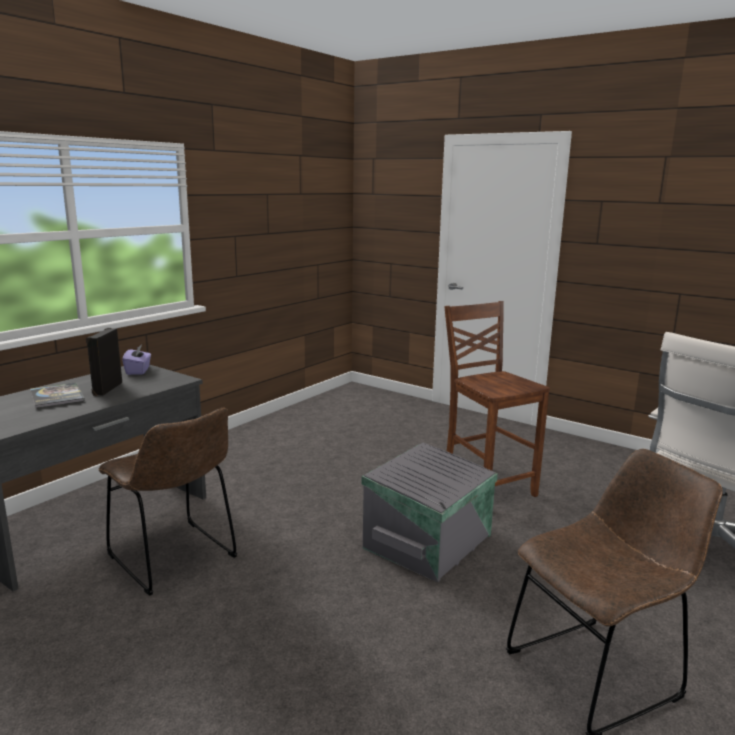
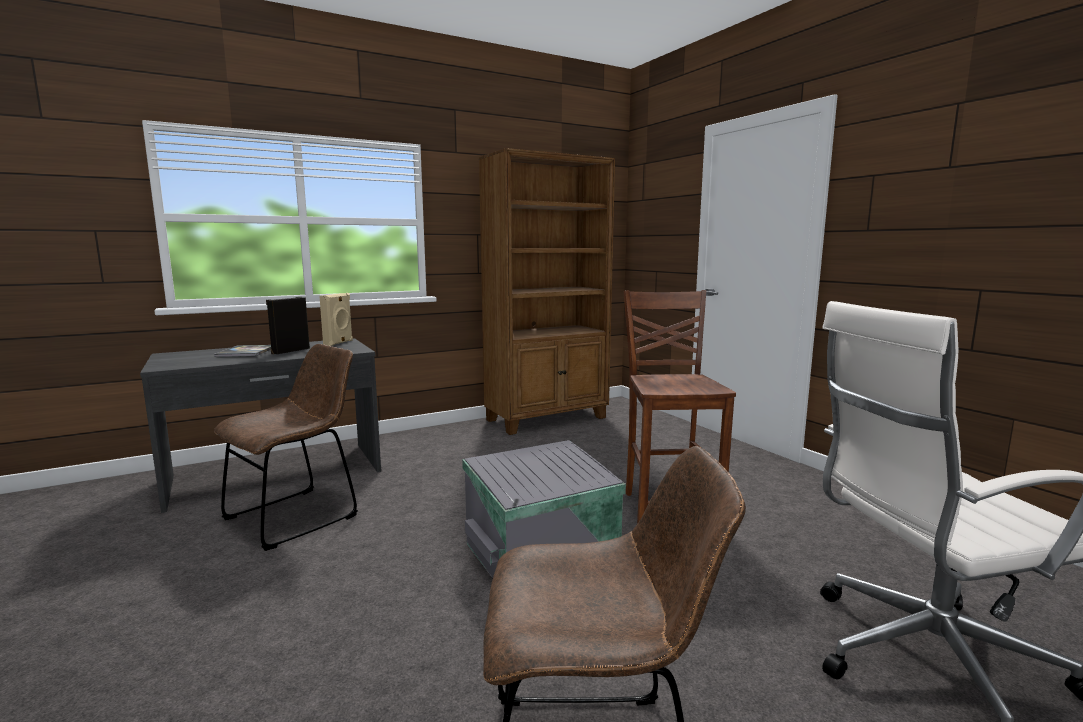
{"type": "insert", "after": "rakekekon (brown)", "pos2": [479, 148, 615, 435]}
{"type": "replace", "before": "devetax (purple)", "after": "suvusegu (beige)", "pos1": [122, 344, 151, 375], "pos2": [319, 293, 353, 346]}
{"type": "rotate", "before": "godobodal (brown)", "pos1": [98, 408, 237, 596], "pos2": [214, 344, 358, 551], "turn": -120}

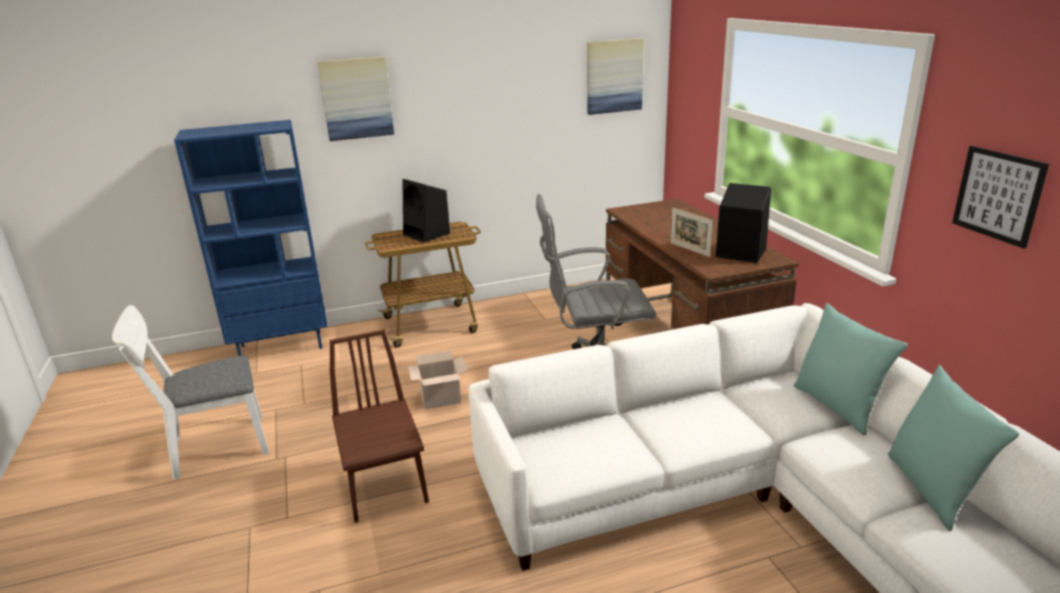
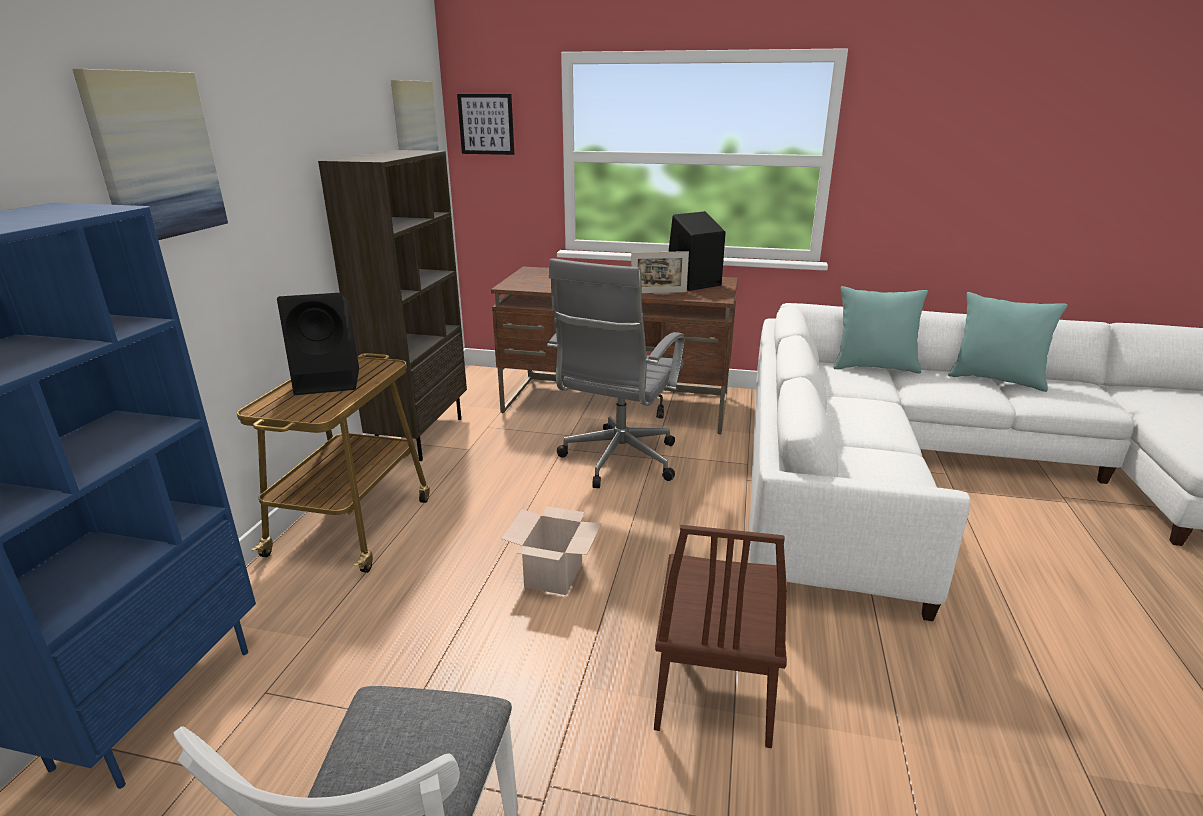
{"type": "insert", "after": "rakekekon (brown)", "pos2": [318, 150, 467, 461]}
{"type": "move", "before": "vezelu", "pos1": [952, 146, 1049, 249], "pos2": [457, 94, 514, 155]}
{"type": "rotate", "before": "godobodal (brown)", "pos1": [329, 330, 429, 523], "pos2": [654, 525, 787, 748], "turn": -90}

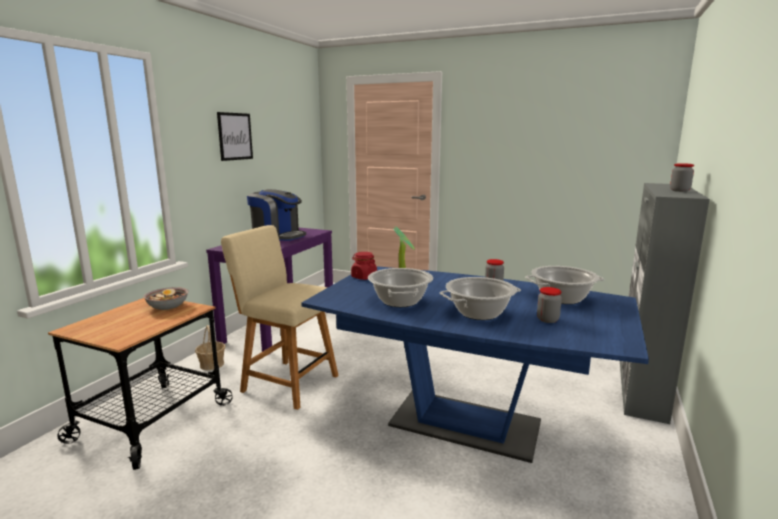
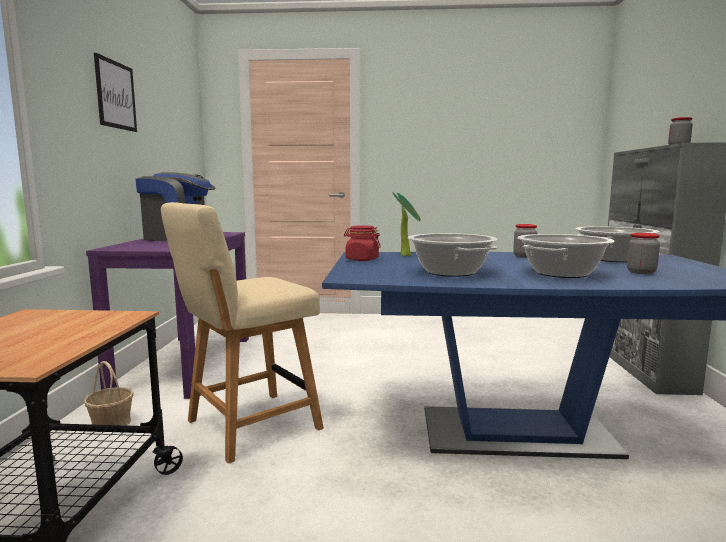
{"type": "delete", "before": "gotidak", "pos1": [143, 287, 188, 310]}
{"type": "rotate", "before": "godobodal (beige)", "pos1": [221, 225, 339, 410], "pos2": [161, 202, 324, 464], "turn": -45}

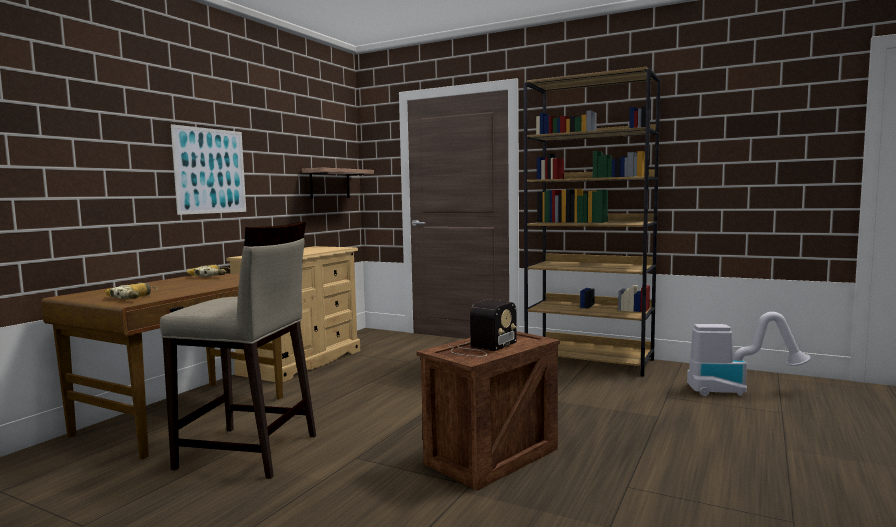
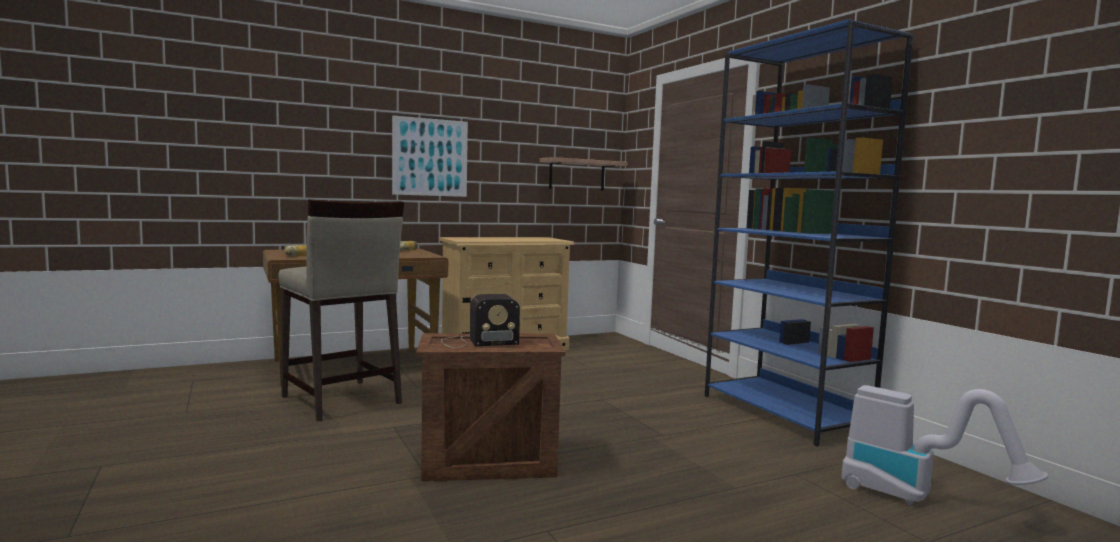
{"type": "recolor", "before": "rakekekon (brown)", "after": "rakekekon (blue)", "pos1": [523, 67, 660, 377], "pos2": [705, 19, 913, 446]}

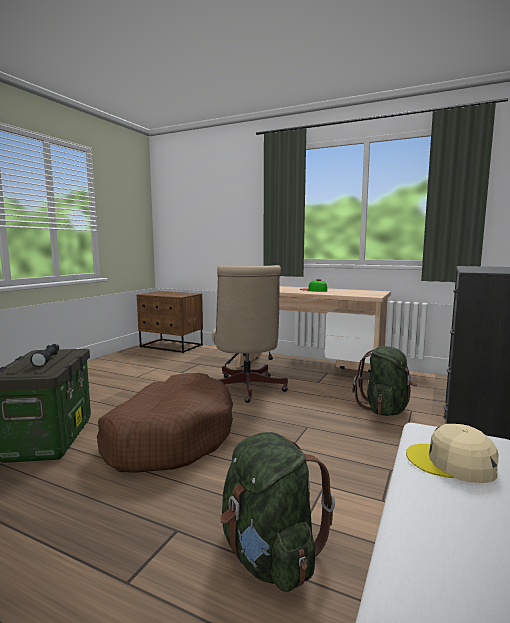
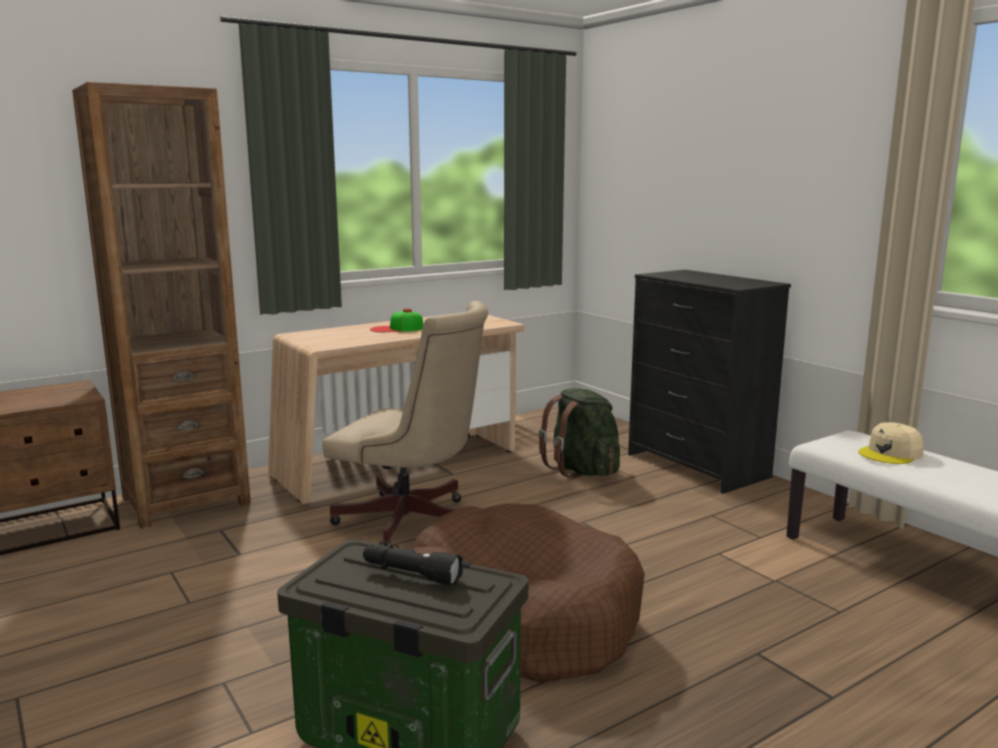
{"type": "delete", "before": "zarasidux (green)", "pos1": [220, 432, 335, 592]}
{"type": "insert", "after": "rakekekon (brown)", "pos2": [72, 82, 251, 529]}

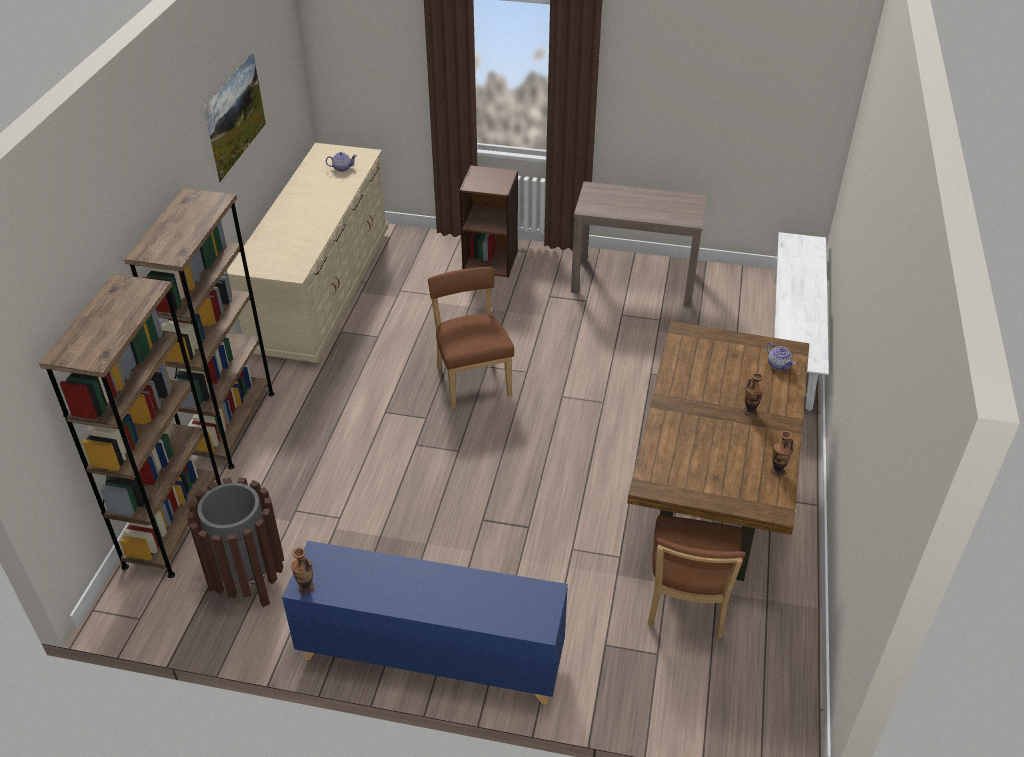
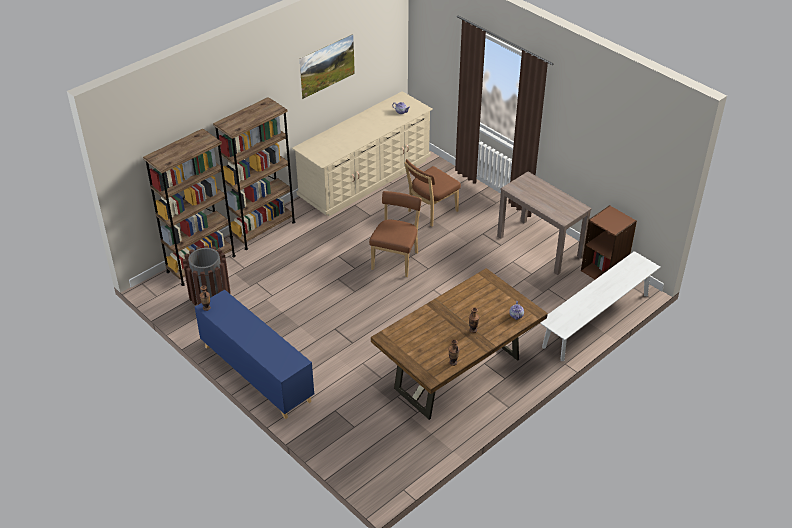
{"type": "move", "before": "rakekekon (brown)", "pos1": [459, 165, 518, 277], "pos2": [581, 205, 637, 279]}
{"type": "move", "before": "godobodal (brown)", "pos1": [647, 515, 746, 638], "pos2": [404, 159, 461, 227]}

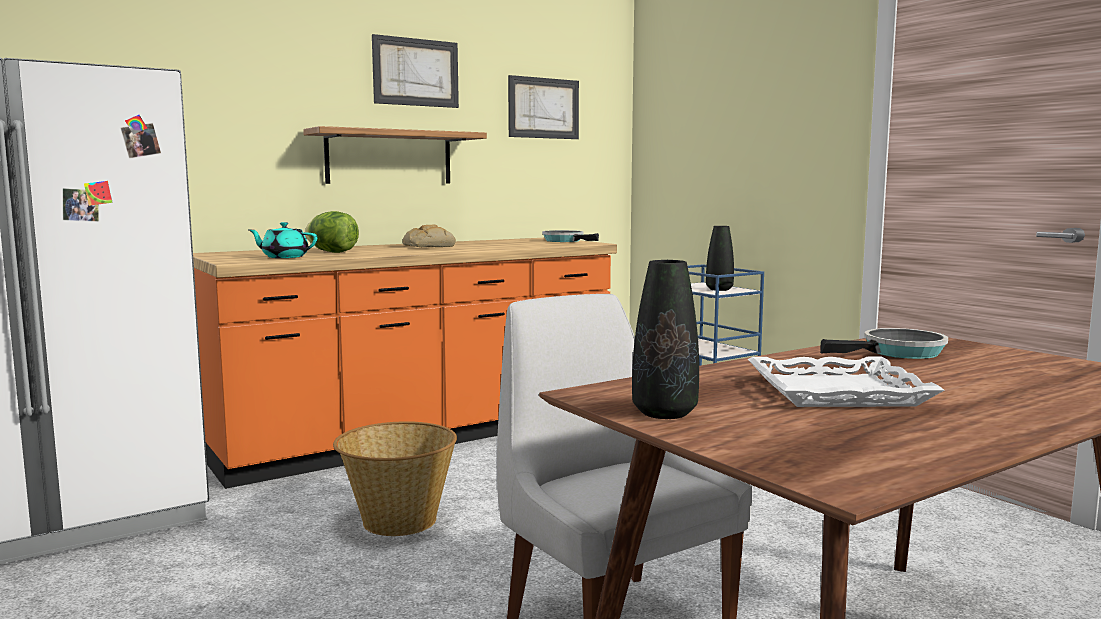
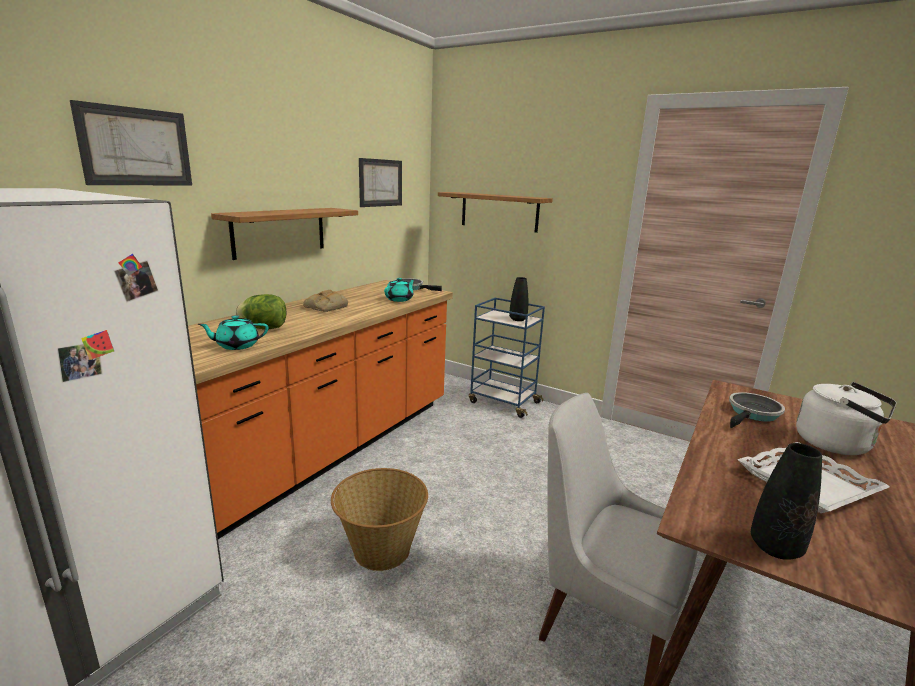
{"type": "insert", "after": "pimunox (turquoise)", "pos2": [384, 278, 415, 302]}
{"type": "insert", "after": "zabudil", "pos2": [438, 192, 553, 233]}
{"type": "insert", "after": "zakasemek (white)", "pos2": [796, 382, 897, 455]}
{"type": "move", "before": "vezelu", "pos1": [372, 34, 459, 108], "pos2": [70, 100, 192, 186]}

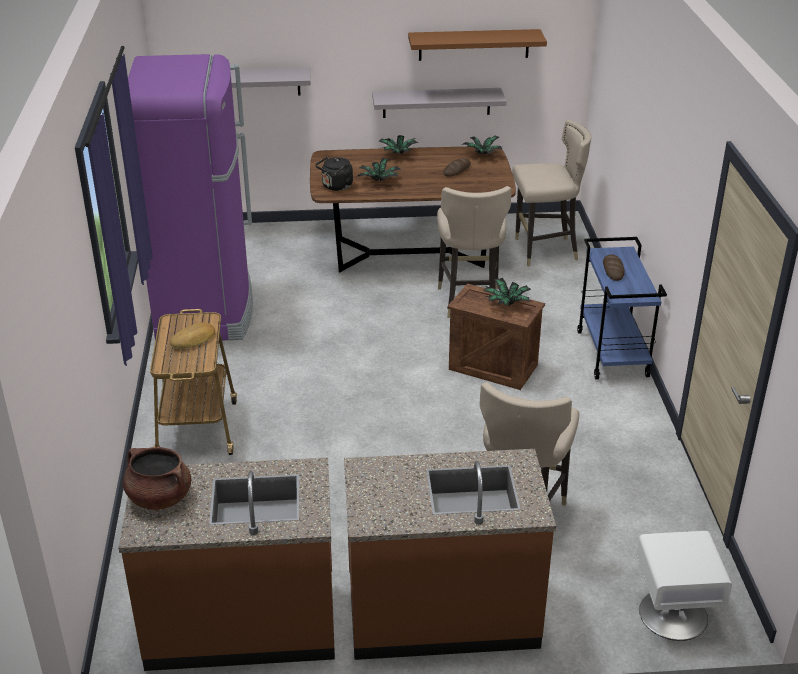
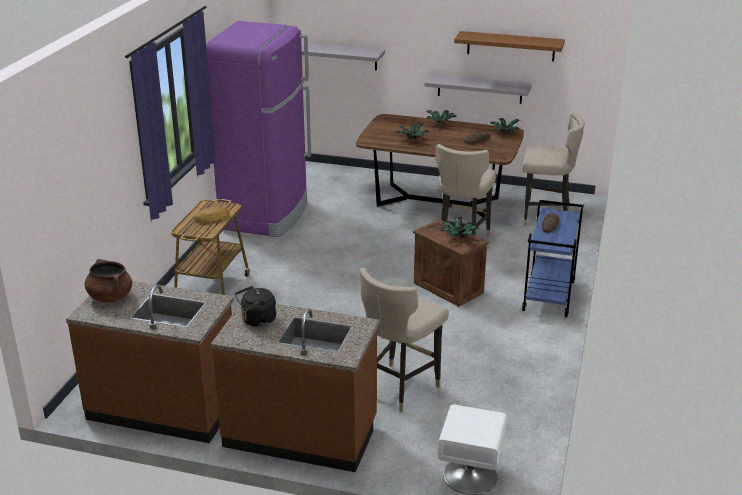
{"type": "move", "before": "zakasemek (black)", "pos1": [315, 156, 353, 191], "pos2": [235, 286, 276, 327]}

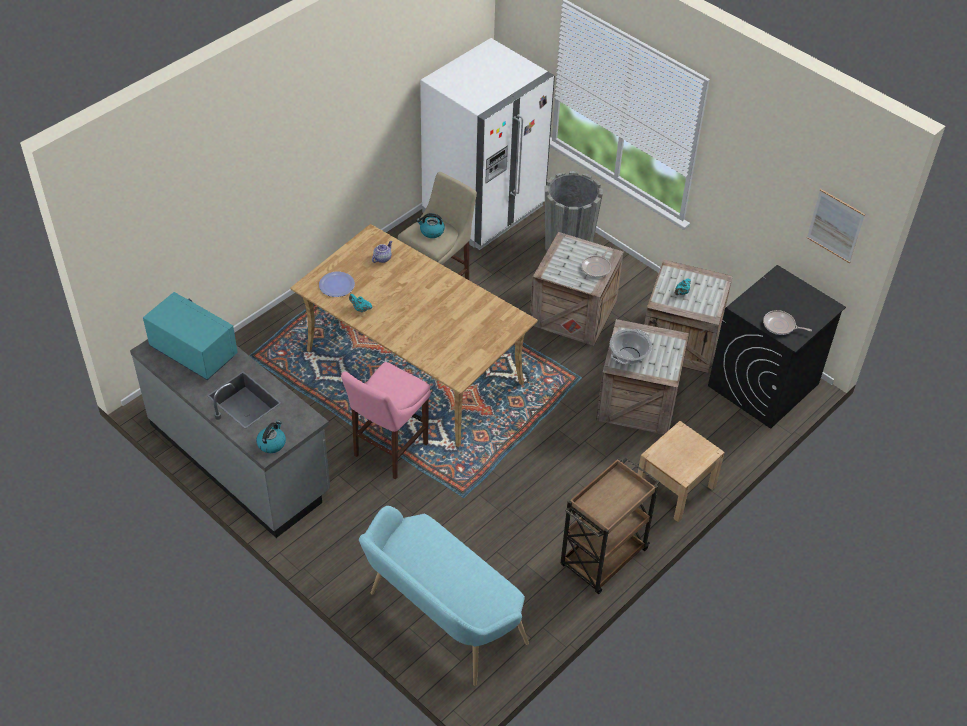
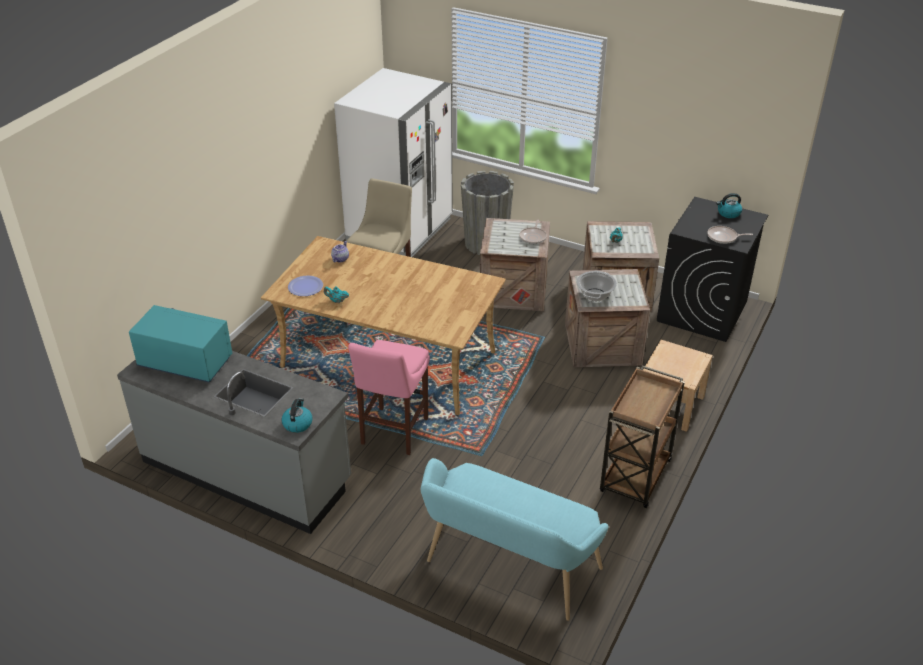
{"type": "delete", "before": "vezelu", "pos1": [807, 189, 865, 263]}
{"type": "move", "before": "zakasemek", "pos1": [416, 213, 445, 238], "pos2": [716, 193, 742, 218]}

